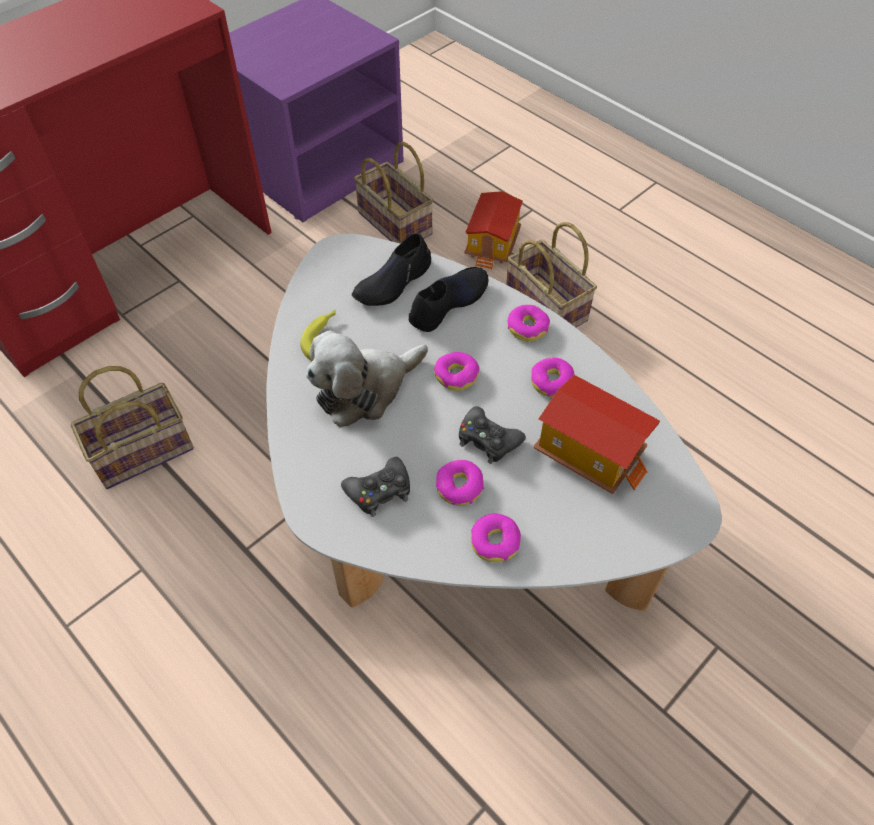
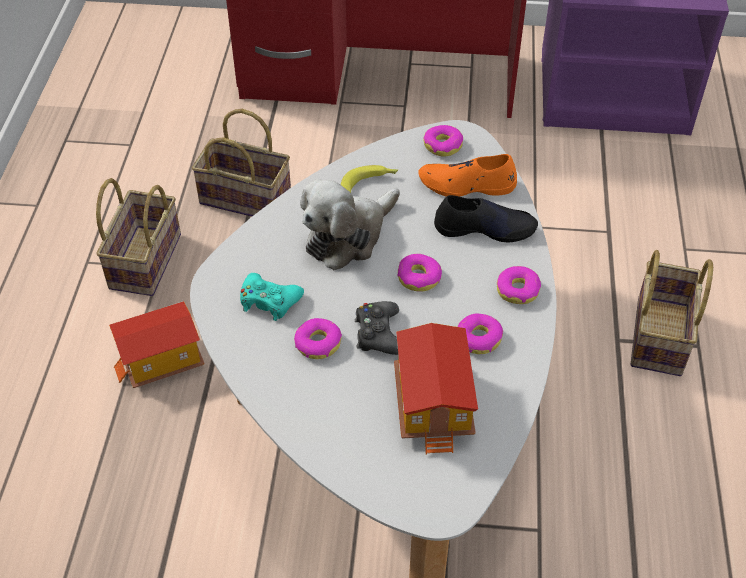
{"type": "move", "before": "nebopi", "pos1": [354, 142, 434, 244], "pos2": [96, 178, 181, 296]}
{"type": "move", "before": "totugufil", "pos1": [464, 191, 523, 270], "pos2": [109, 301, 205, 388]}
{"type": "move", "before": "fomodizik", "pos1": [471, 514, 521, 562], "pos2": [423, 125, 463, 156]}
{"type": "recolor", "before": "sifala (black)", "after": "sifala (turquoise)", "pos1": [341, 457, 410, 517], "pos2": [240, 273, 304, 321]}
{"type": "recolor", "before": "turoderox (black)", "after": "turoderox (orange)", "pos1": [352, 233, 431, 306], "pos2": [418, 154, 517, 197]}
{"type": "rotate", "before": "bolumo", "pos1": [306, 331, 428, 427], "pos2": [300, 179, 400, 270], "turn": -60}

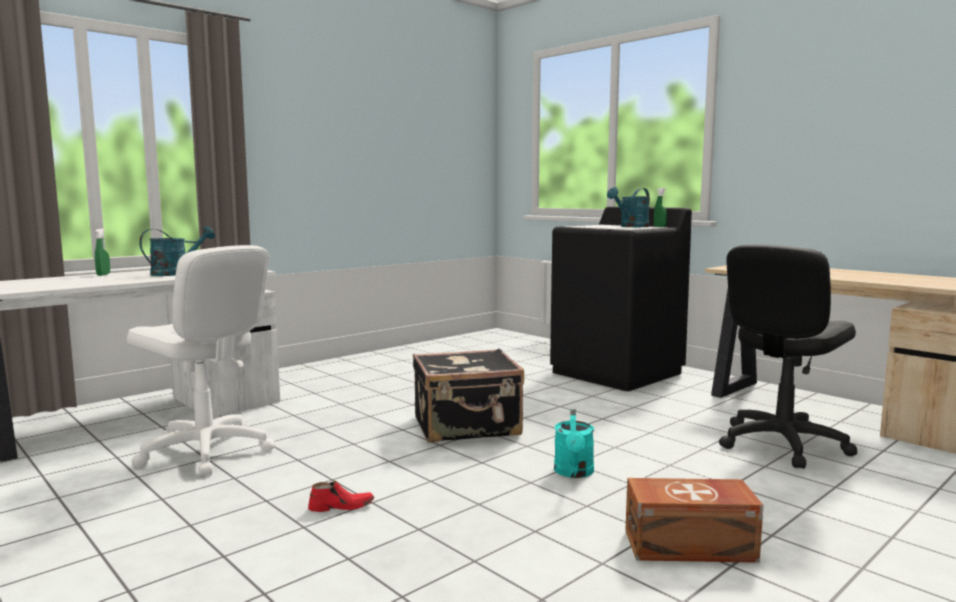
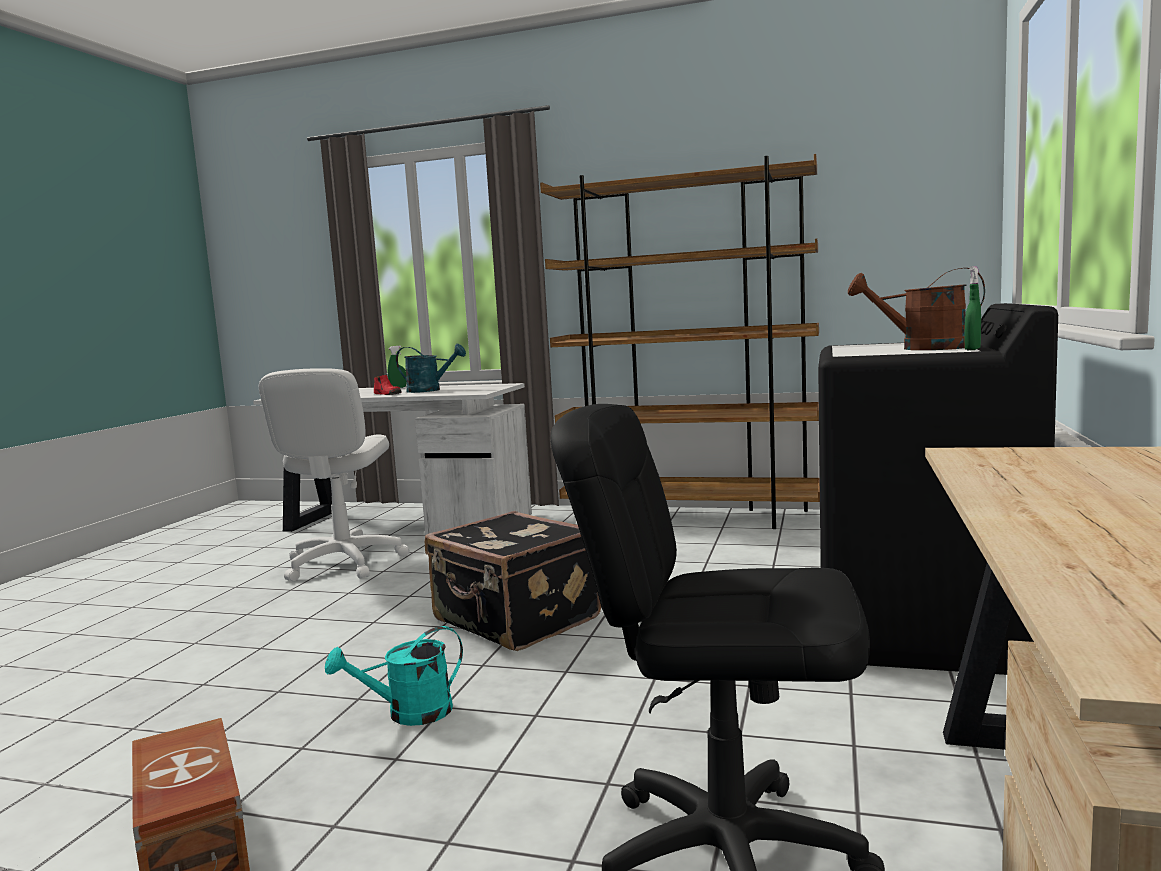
{"type": "insert", "after": "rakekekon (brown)", "pos2": [540, 154, 820, 529]}
{"type": "move", "before": "turoderox (red)", "pos1": [308, 481, 374, 512], "pos2": [374, 375, 402, 395]}
{"type": "recolor", "before": "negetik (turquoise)", "after": "negetik (brown)", "pos1": [607, 187, 650, 227], "pos2": [848, 268, 985, 350]}

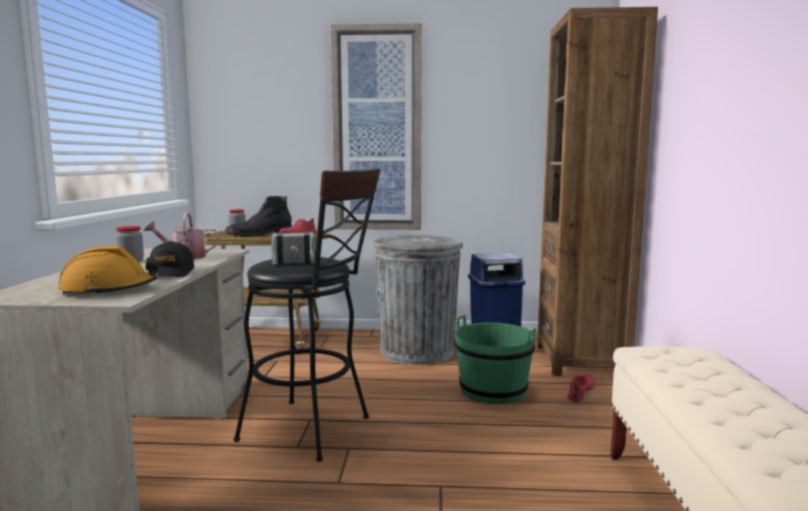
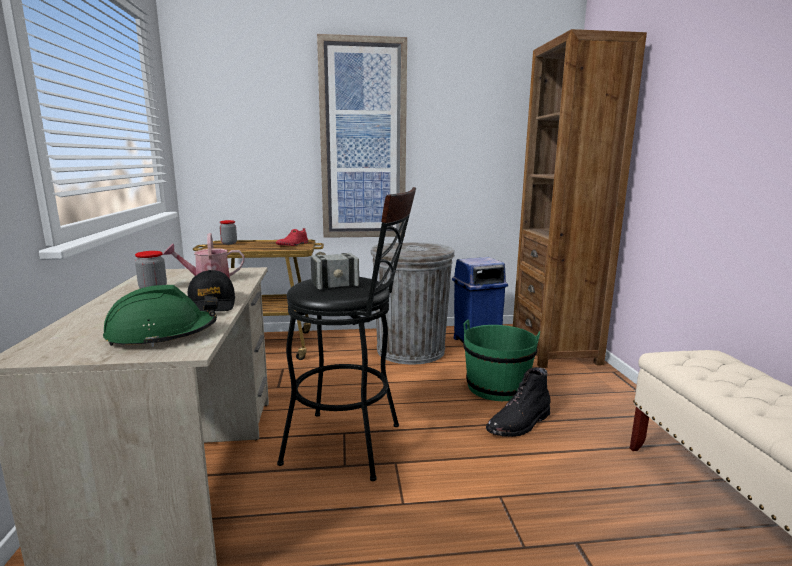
{"type": "delete", "before": "turoderox (red)", "pos1": [567, 374, 595, 402]}
{"type": "move", "before": "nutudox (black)", "pos1": [225, 196, 292, 237], "pos2": [486, 367, 550, 437]}
{"type": "recolor", "before": "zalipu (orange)", "after": "zalipu (green)", "pos1": [58, 246, 160, 296], "pos2": [103, 285, 218, 347]}

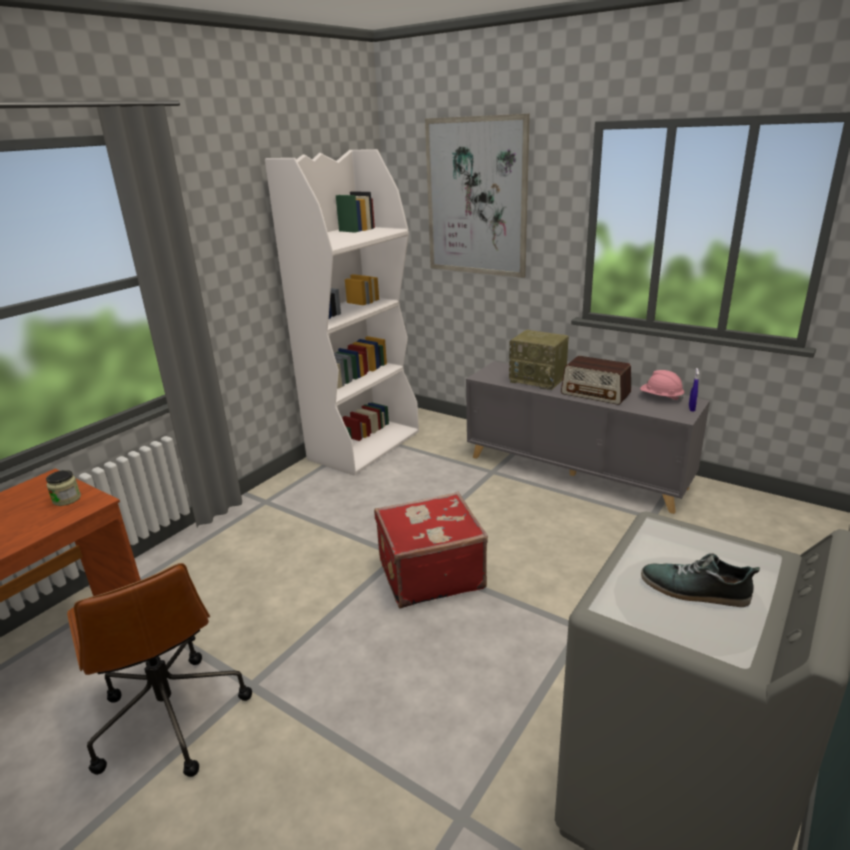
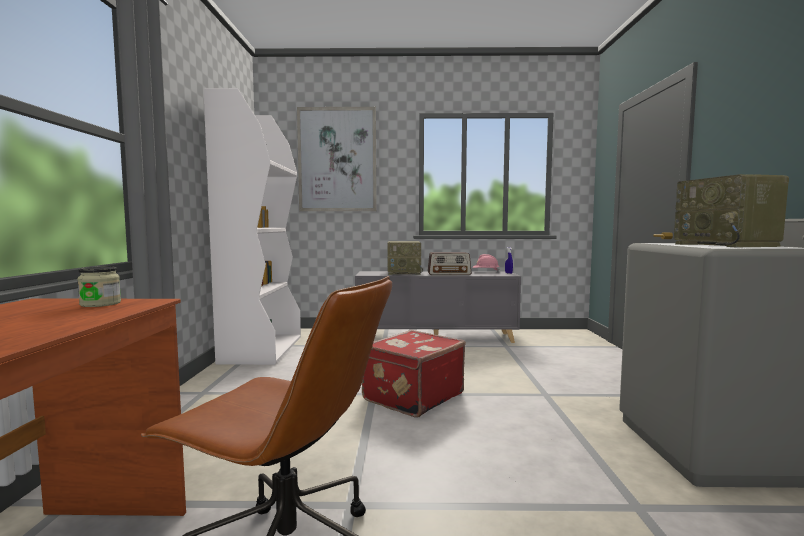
{"type": "replace", "before": "turoderox", "after": "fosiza", "pos1": [641, 553, 760, 607], "pos2": [674, 174, 789, 247]}

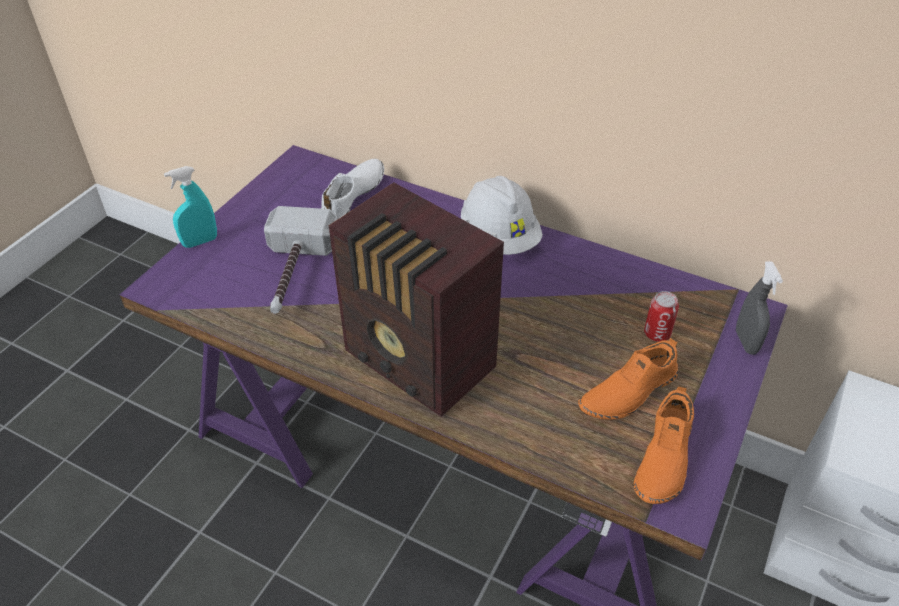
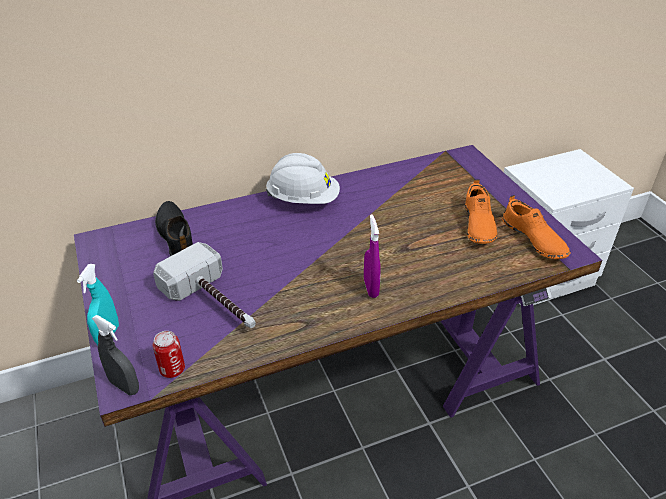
{"type": "move", "before": "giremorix", "pos1": [644, 291, 679, 342], "pos2": [153, 331, 185, 378]}
{"type": "move", "before": "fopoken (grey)", "pos1": [736, 261, 783, 355], "pos2": [92, 315, 139, 395]}
{"type": "replace", "before": "fosiza", "after": "fopoken (purple)", "pos1": [329, 183, 504, 417], "pos2": [364, 215, 381, 298]}
{"type": "recolor", "before": "turoderox (white)", "after": "turoderox (black)", "pos1": [321, 159, 384, 218], "pos2": [155, 201, 193, 256]}

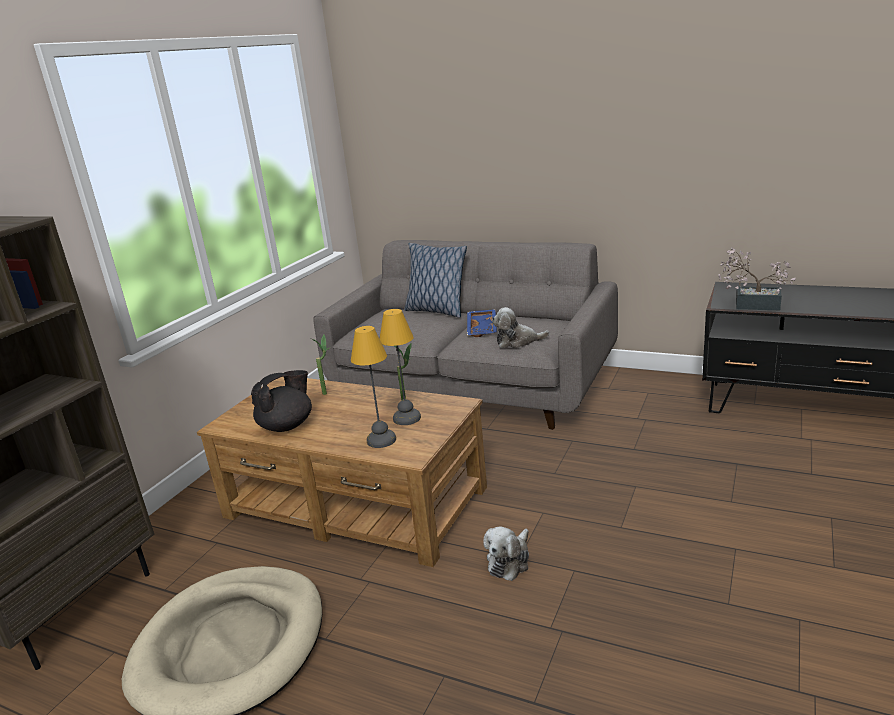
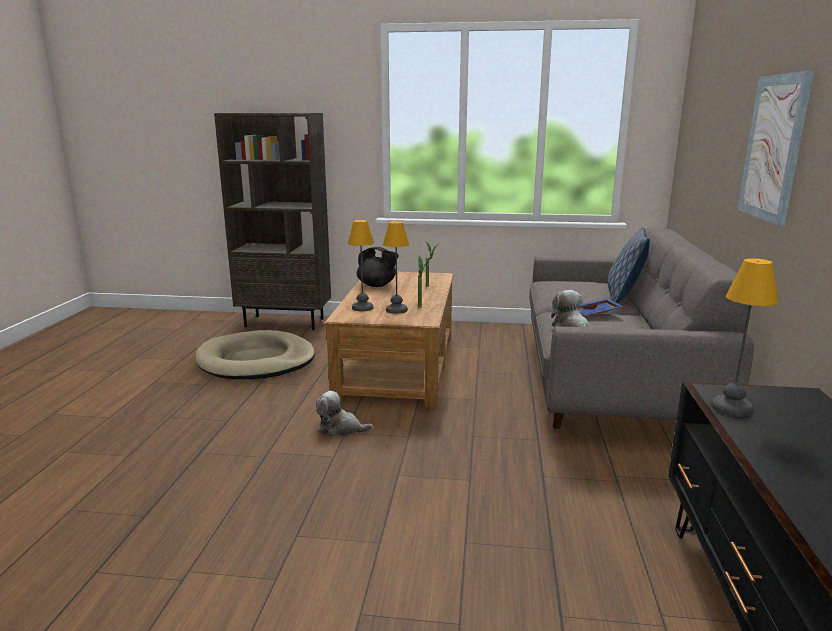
{"type": "insert", "after": "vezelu", "pos2": [737, 70, 814, 226]}
{"type": "replace", "before": "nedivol", "after": "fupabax", "pos1": [718, 247, 796, 310], "pos2": [711, 258, 778, 417]}

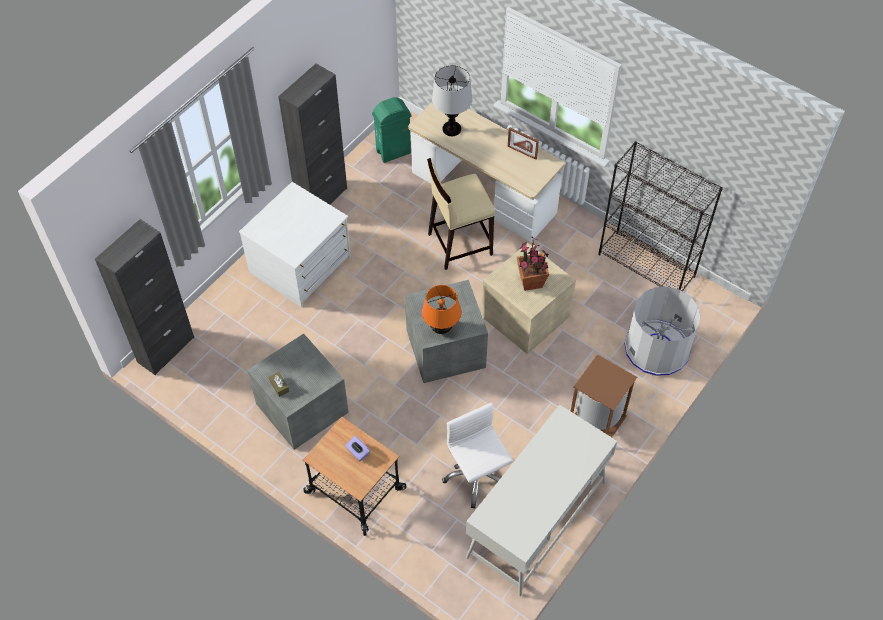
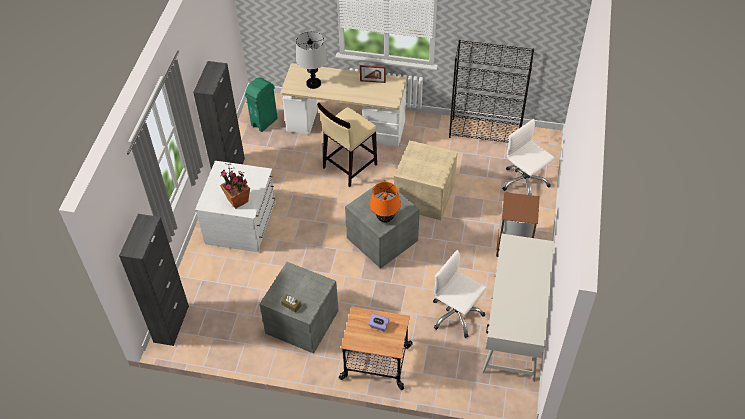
{"type": "move", "before": "nedivol", "pos1": [517, 237, 549, 291], "pos2": [220, 164, 250, 209]}
{"type": "replace", "before": "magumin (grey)", "after": "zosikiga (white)", "pos1": [624, 287, 700, 376], "pos2": [502, 119, 555, 195]}

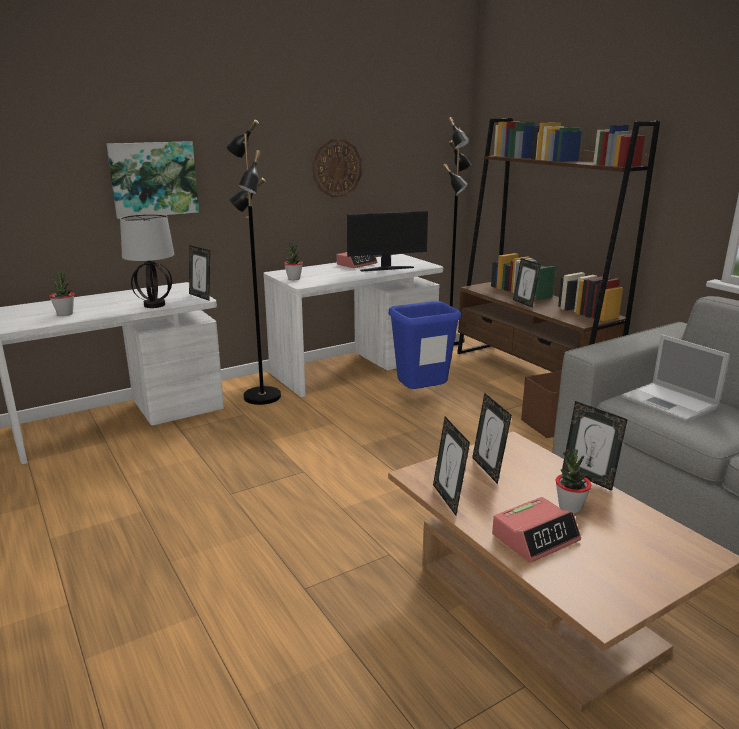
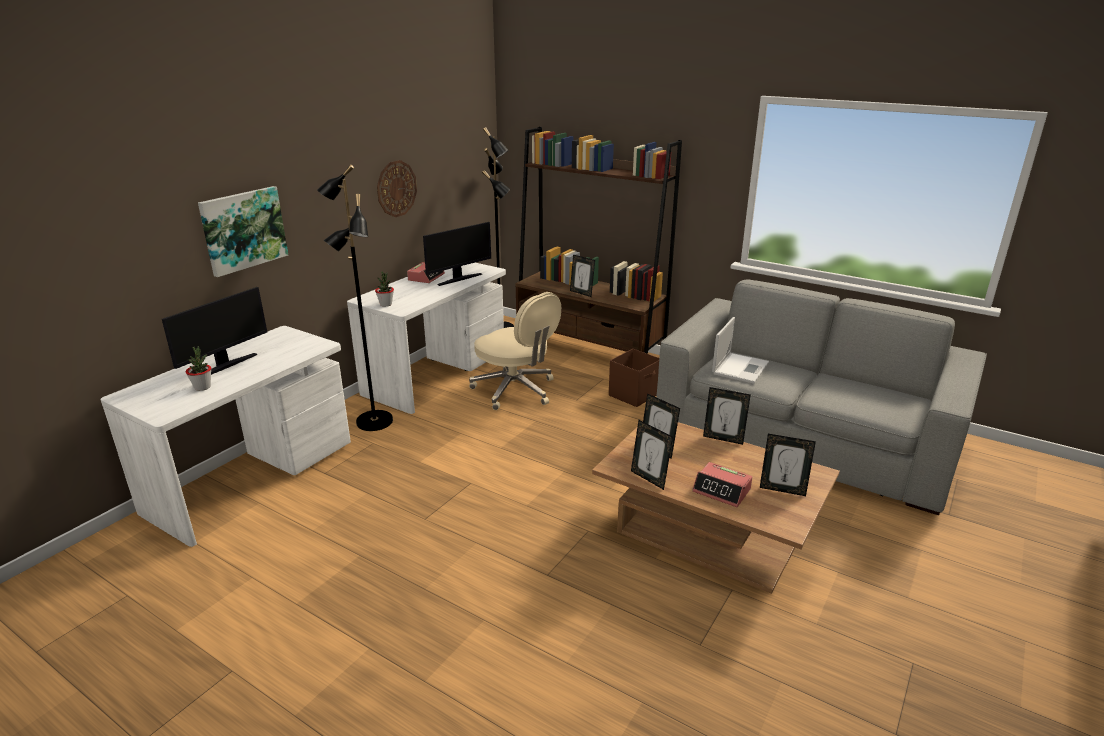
{"type": "delete", "before": "fupabax", "pos1": [120, 214, 174, 308]}
{"type": "delete", "before": "nedivol", "pos1": [556, 449, 592, 514]}
{"type": "insert", "after": "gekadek", "pos2": [162, 287, 267, 375]}
{"type": "move", "before": "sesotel", "pos1": [189, 245, 210, 301], "pos2": [760, 434, 816, 496]}
{"type": "replace", "before": "magumin (blue)", "after": "zosikiga (beige)", "pos1": [388, 301, 461, 389], "pos2": [469, 292, 561, 410]}
{"type": "rotate", "before": "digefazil", "pos1": [492, 497, 581, 563], "pos2": [692, 462, 752, 507], "turn": 90}
{"type": "rotate", "before": "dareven", "pos1": [621, 334, 730, 422], "pos2": [712, 317, 769, 384], "turn": -90}

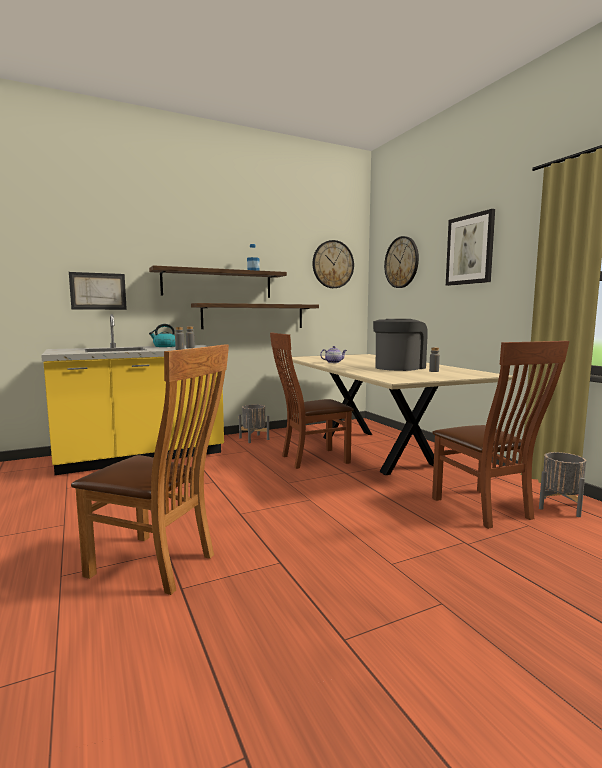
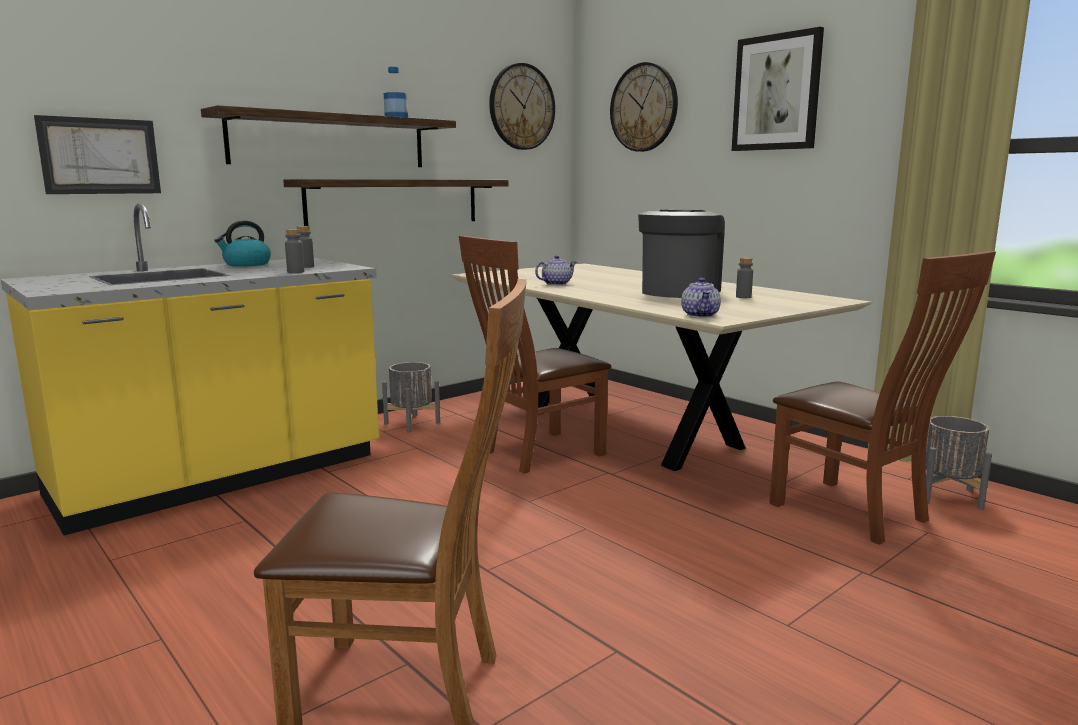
{"type": "insert", "after": "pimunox", "pos2": [681, 278, 721, 317]}

